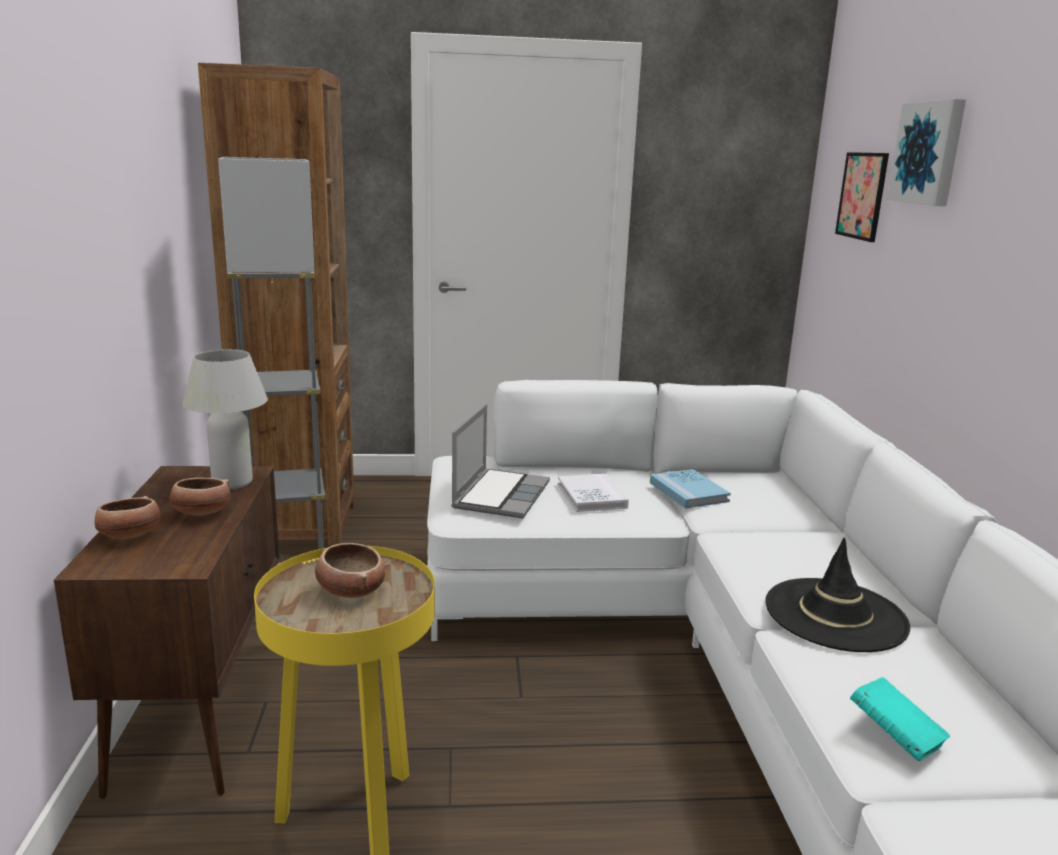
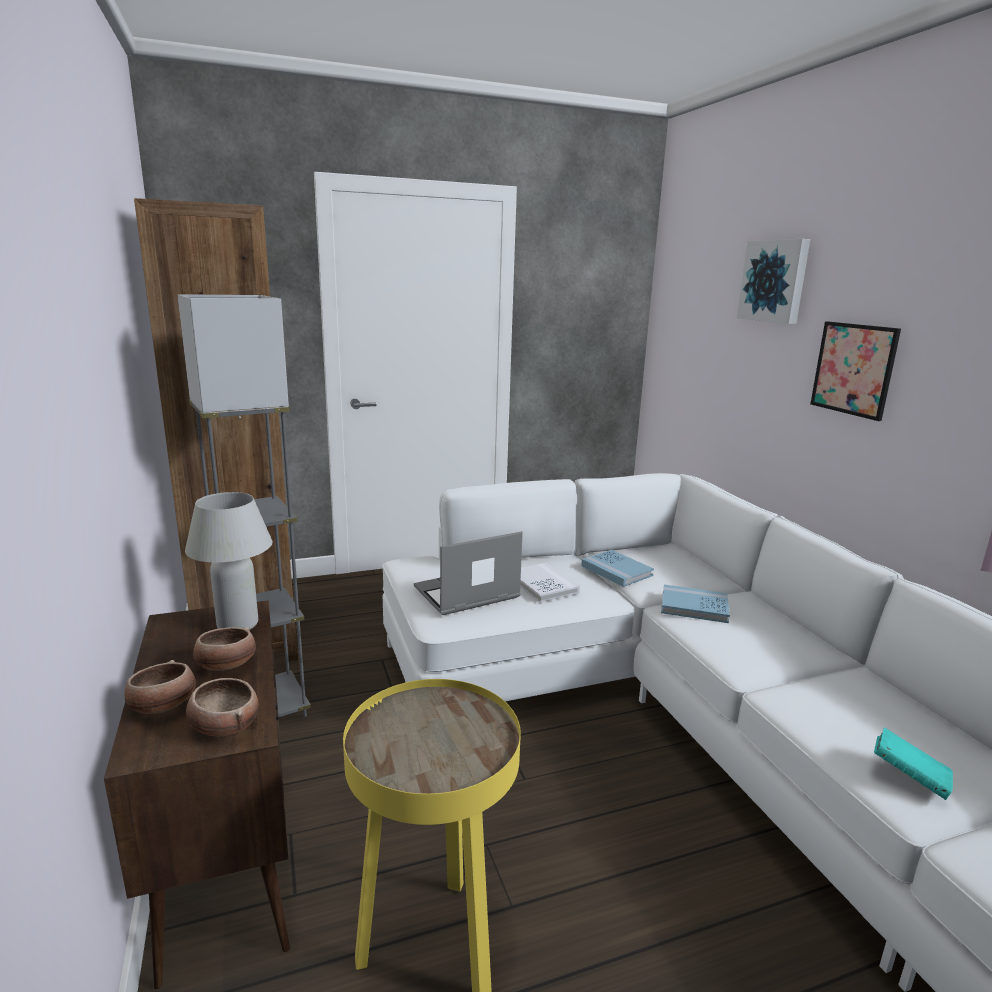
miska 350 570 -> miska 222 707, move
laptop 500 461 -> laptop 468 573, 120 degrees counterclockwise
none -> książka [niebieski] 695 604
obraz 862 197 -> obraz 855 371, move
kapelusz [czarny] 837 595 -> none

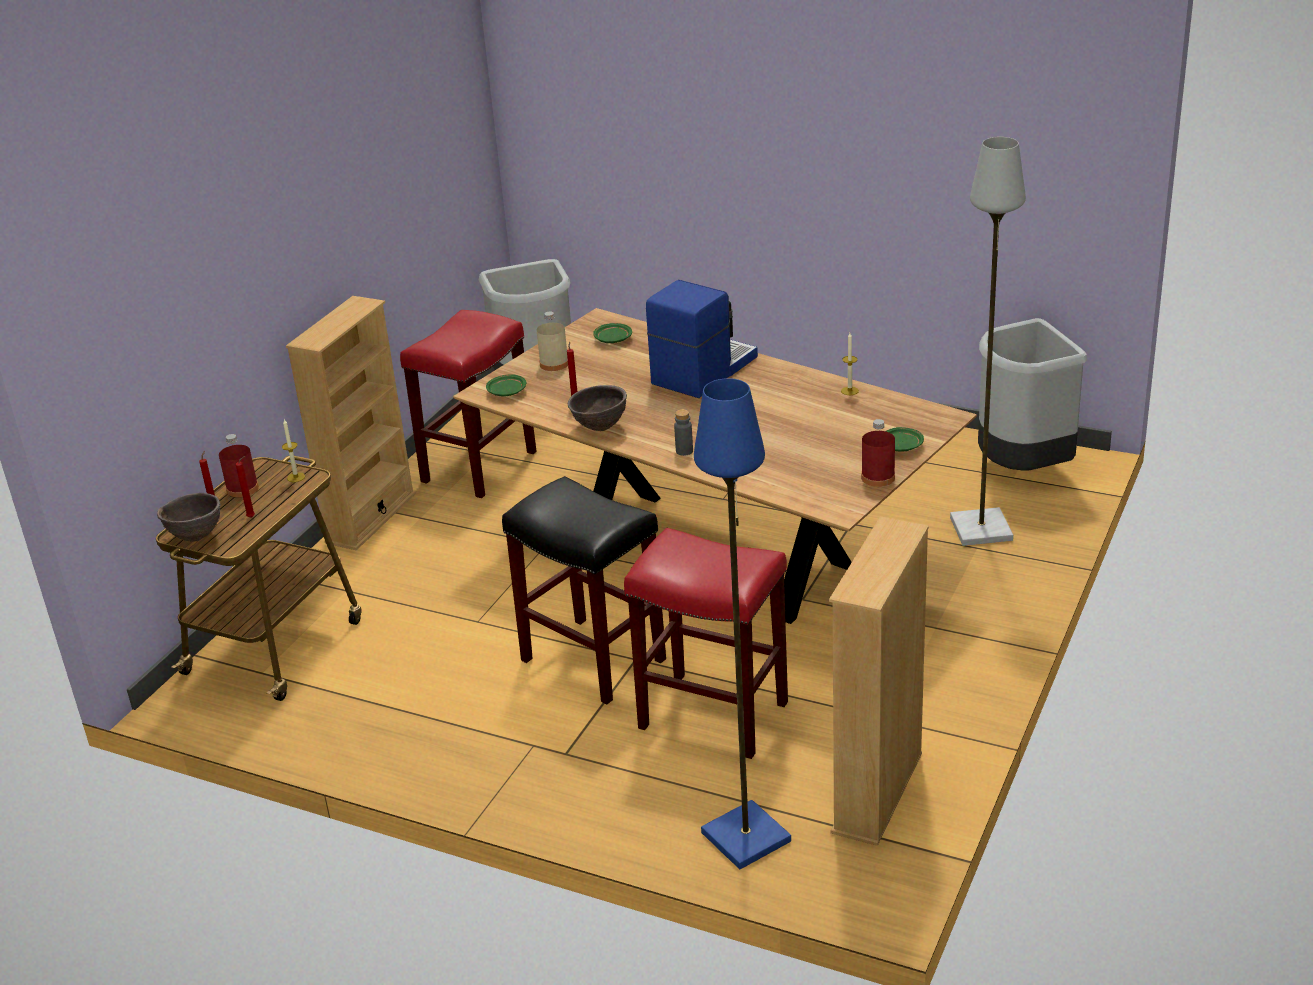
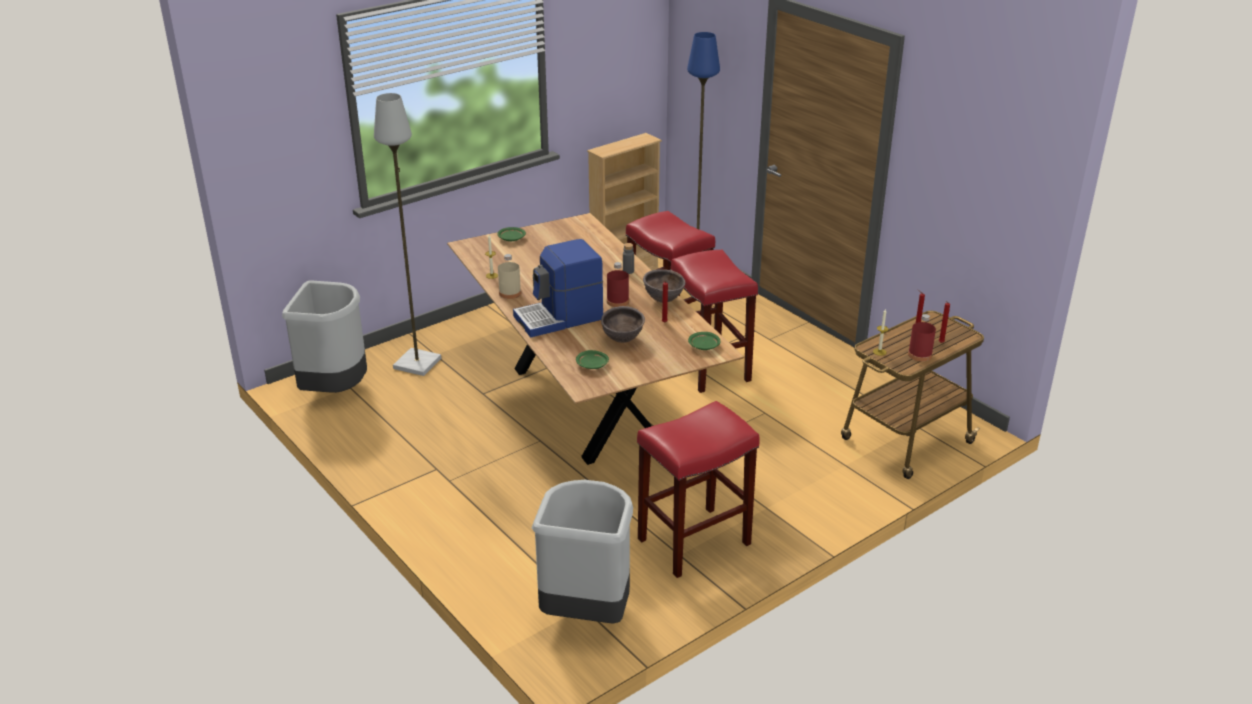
butelka [beżowy] 552 341 -> butelka [beżowy] 509 276, move
miska [brązowy] 188 517 -> miska [brązowy] 623 324, move
butelka [czerwony] 878 453 -> butelka [czerwony] 618 284, move
stołek [czarny] 584 590 -> stołek [czerwony] 714 321
regał [beżowy] 351 423 -> none

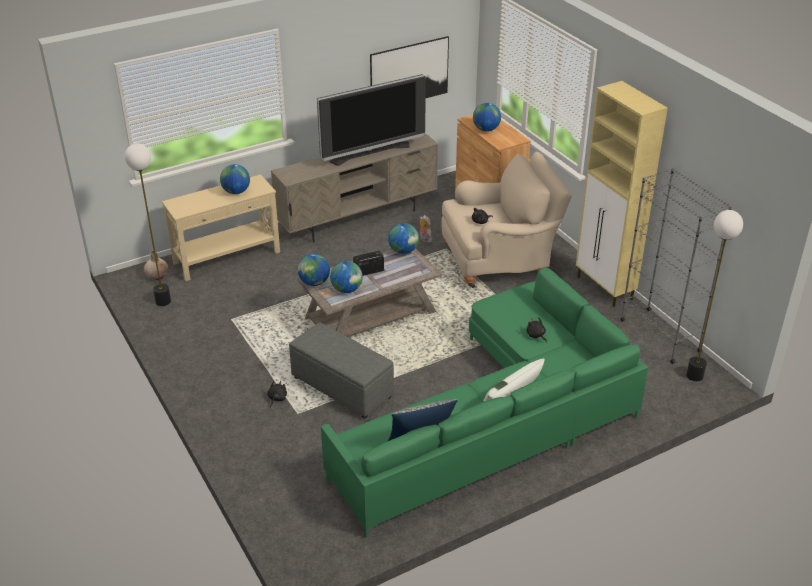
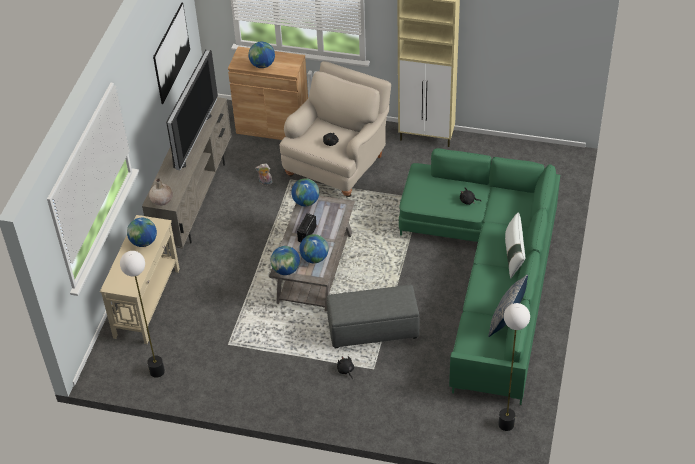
wazon [beżowy] 156 265 -> wazon [beżowy] 161 192, move
lampa stojąca 714 295 -> lampa stojąca 514 367, move
regał [szary] 676 266 -> none

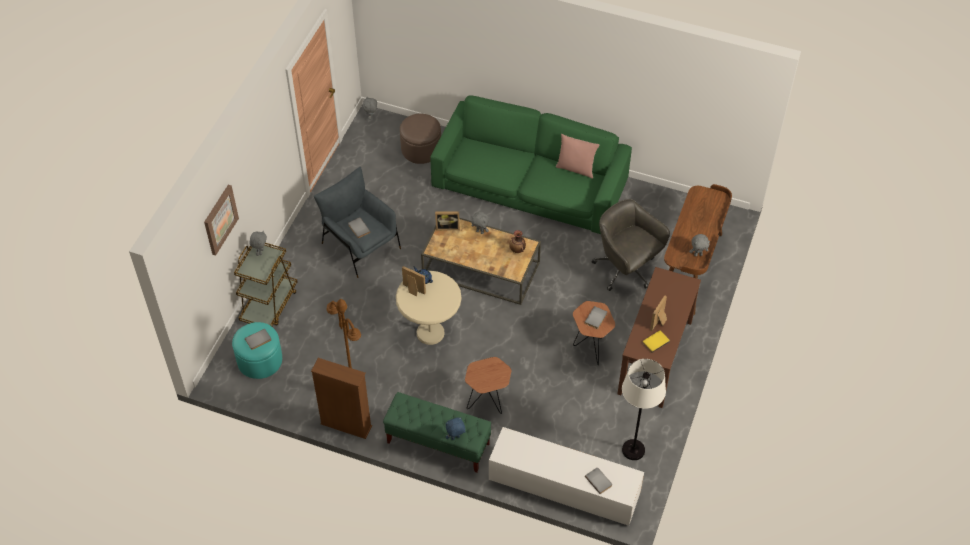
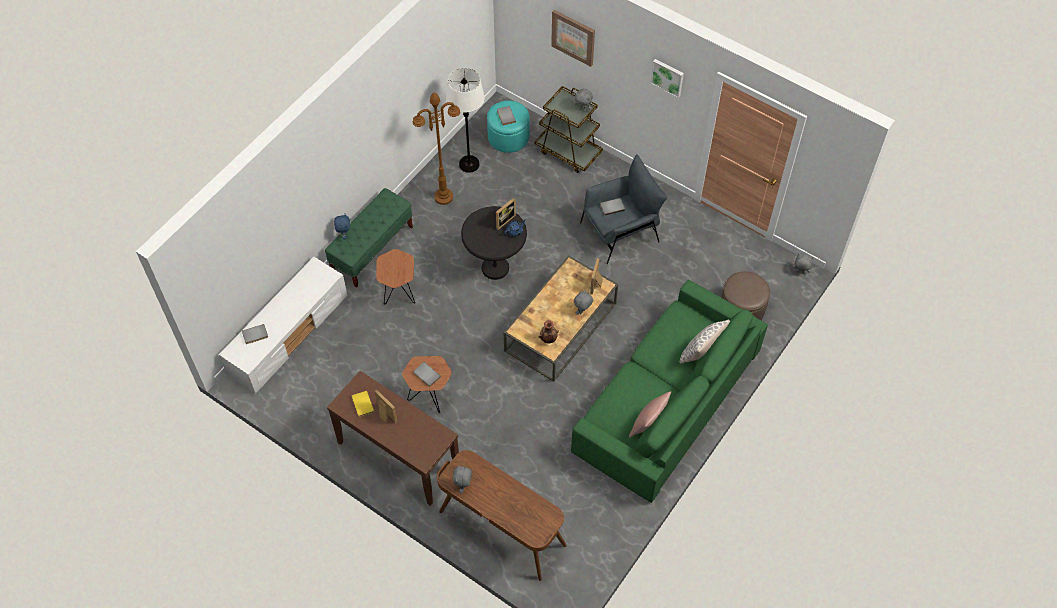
lampa stojąca [biały] 644 409 -> lampa stojąca [biały] 465 120, move
stolik [beżowy] 428 308 -> stolik [czarny] 494 243
none -> obraz 667 78
none -> poduszka 705 341
regał [brązowy] 341 398 -> none
krzesło biurowe [szary] 631 245 -> none

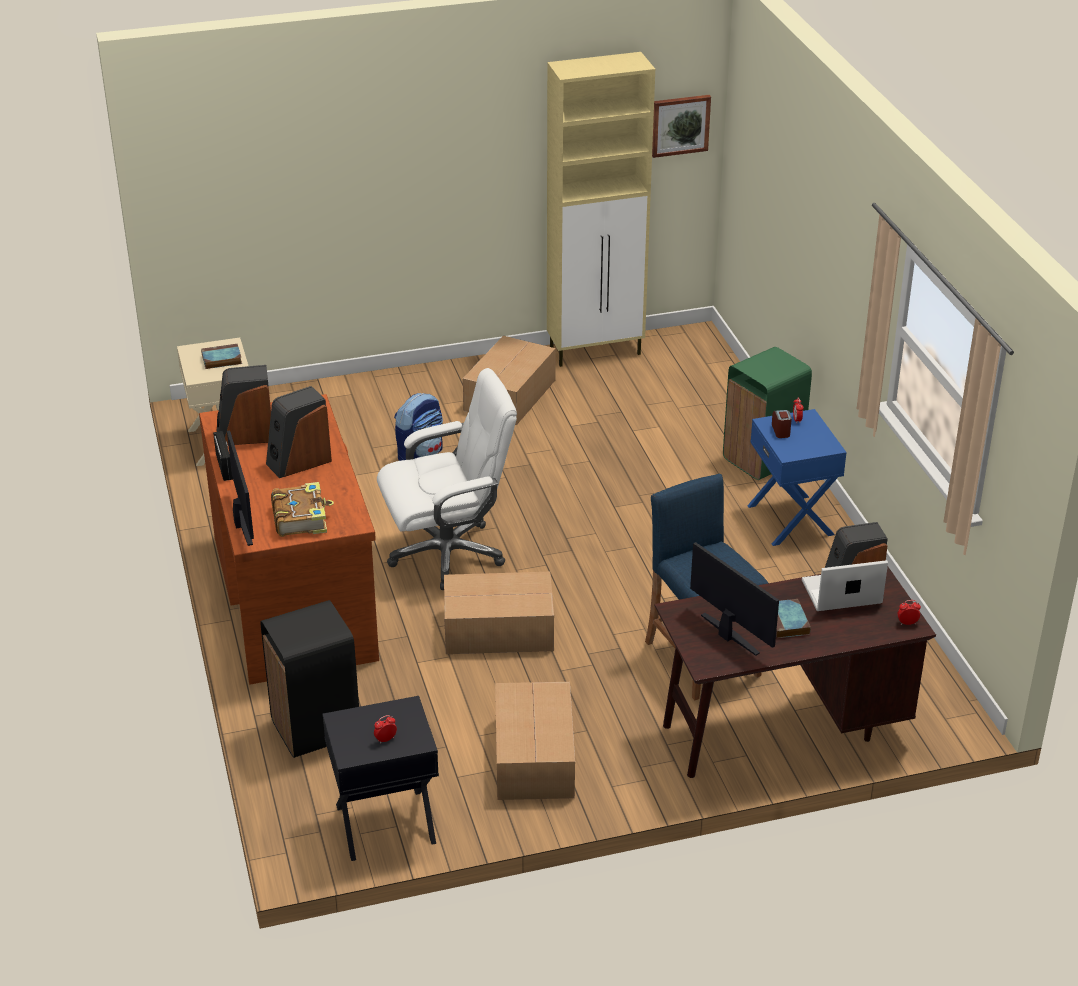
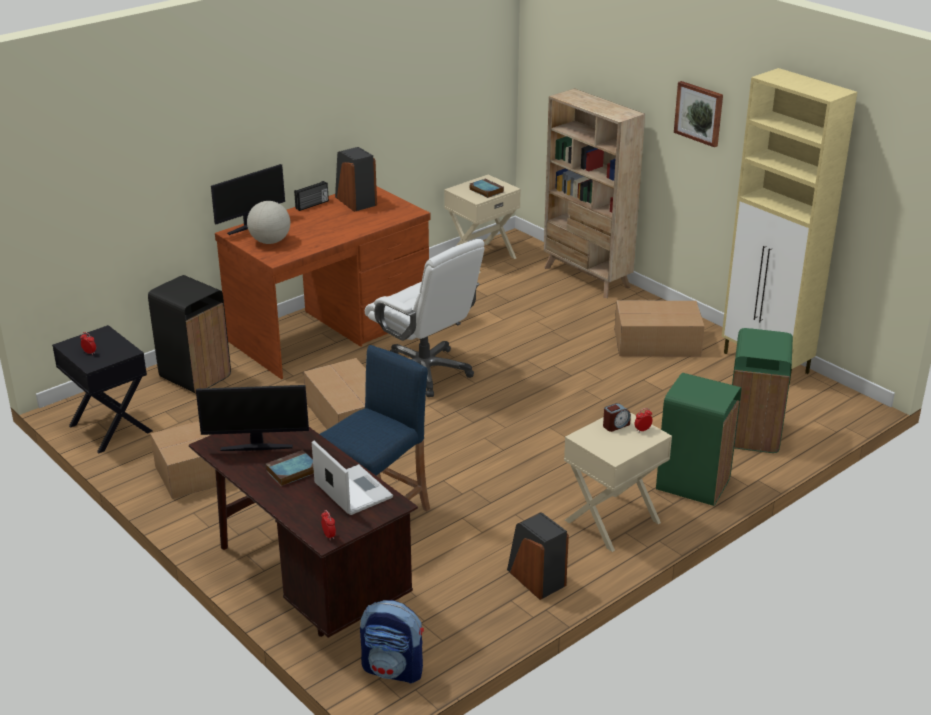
monitor 734 599 -> monitor 252 418, 60 degrees clockwise
książka 302 509 -> globus 268 222
plecak 418 427 -> plecak 392 641, move
none -> regał [beżowy] 594 193
szafka nocna [niebieski] 797 477 -> szafka nocna [beżowy] 618 482
obraz 681 126 -> obraz 698 114, move
none -> kosz na śmieci [zielony] 762 390
głośnik 299 432 -> none

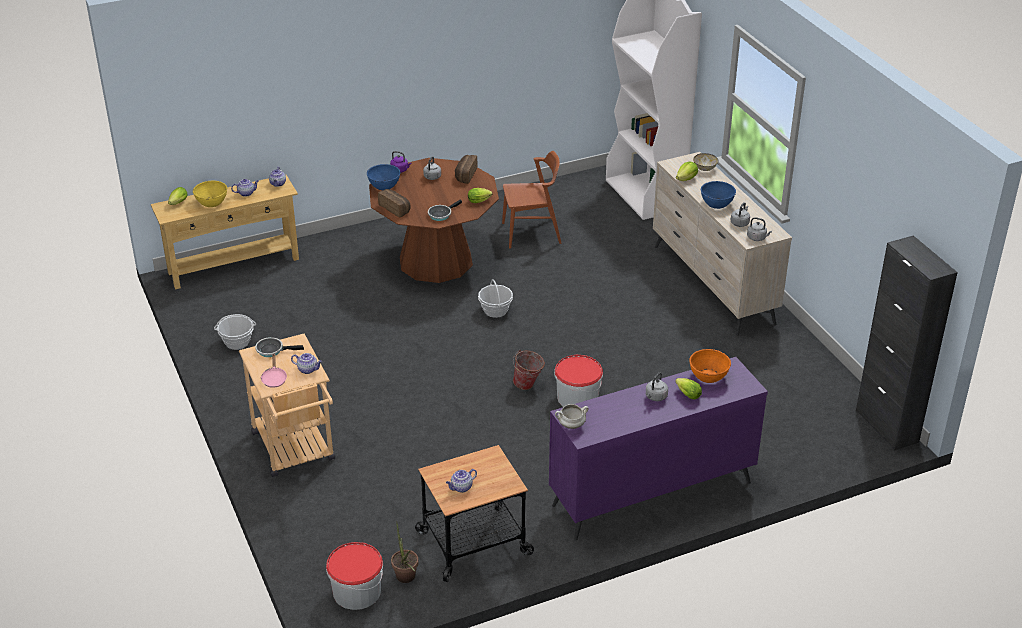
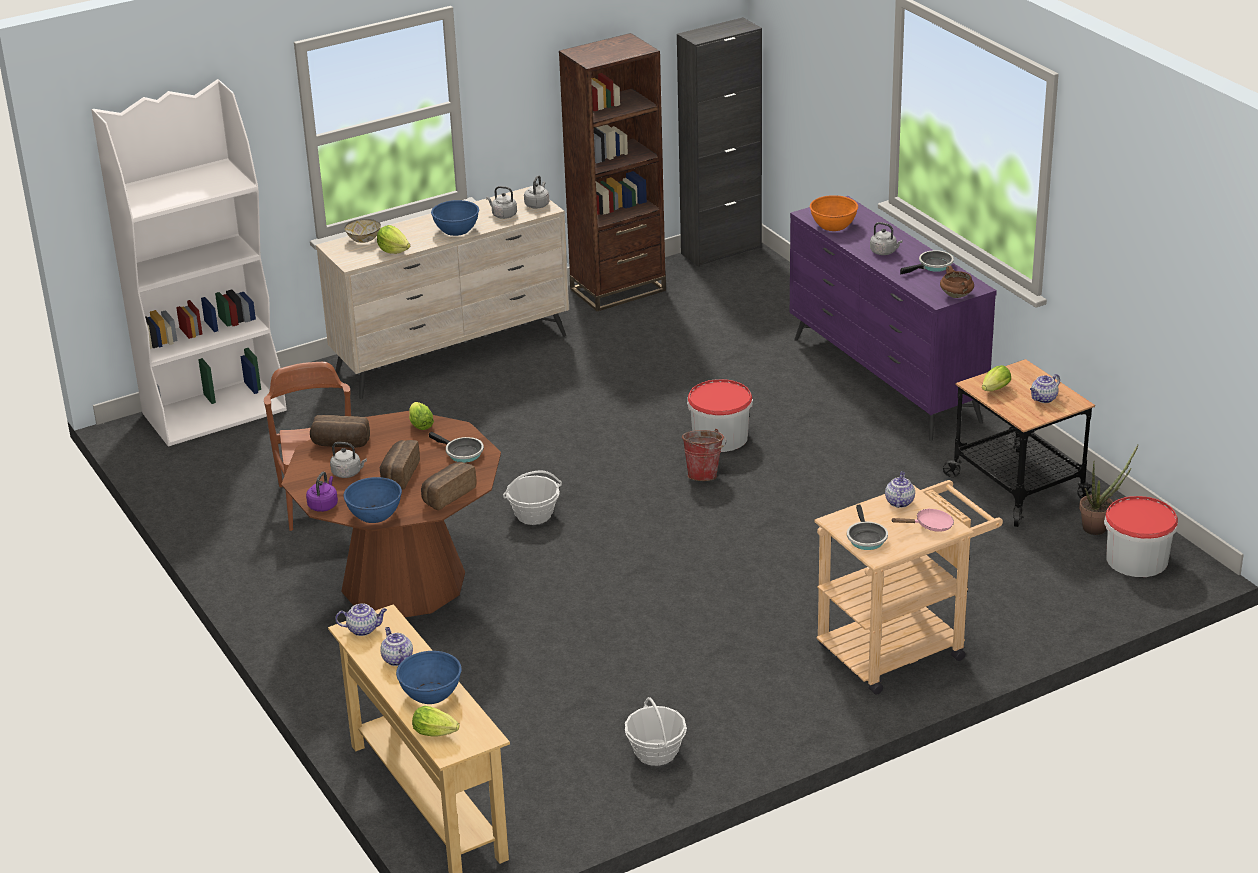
none -> chleb 400 464
miska [żółty] 210 194 -> miska [niebieski] 428 677
none -> regał [brązowy] 612 172
none -> patelnia 927 262
garnek [biały] 572 416 -> garnek [brązowy] 957 282
sałata 688 388 -> sałata 996 378, move
imbryk 461 481 -> imbryk 1045 388, 90 degrees clockwise

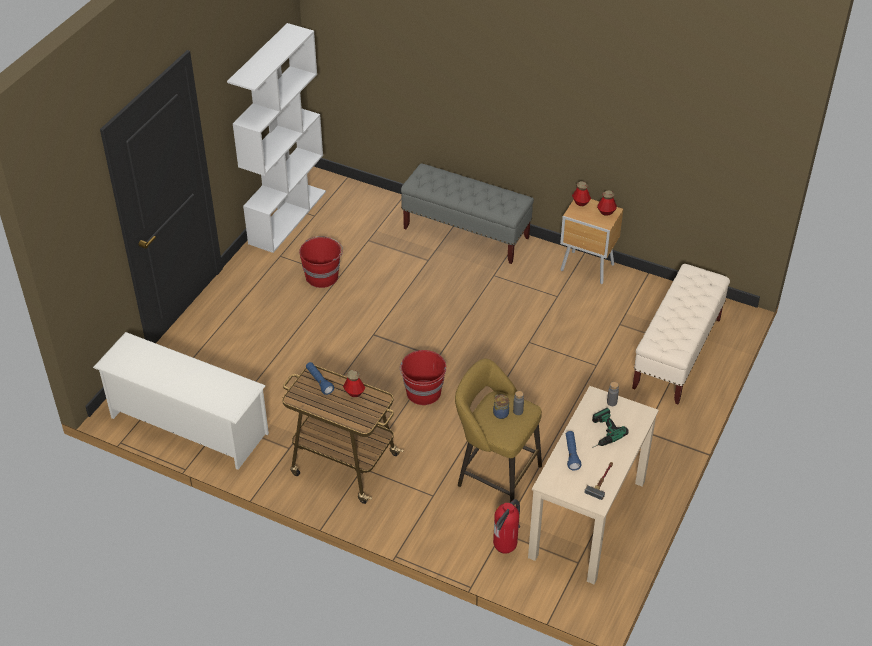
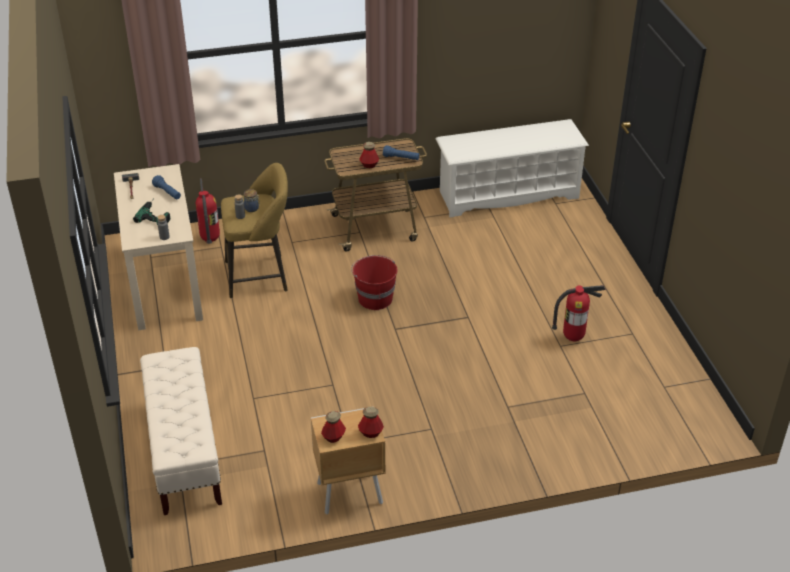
wiadro [czerwony] 321 262 -> gaśnica 579 313
regał [biały] 276 138 -> none
ławka [szary] 467 213 -> none

